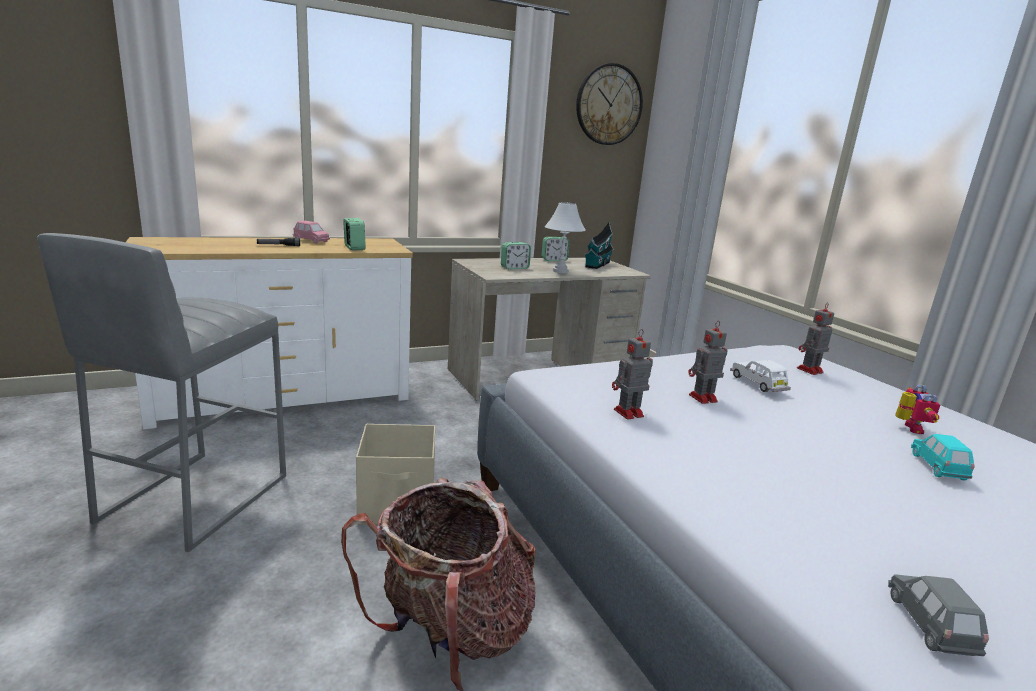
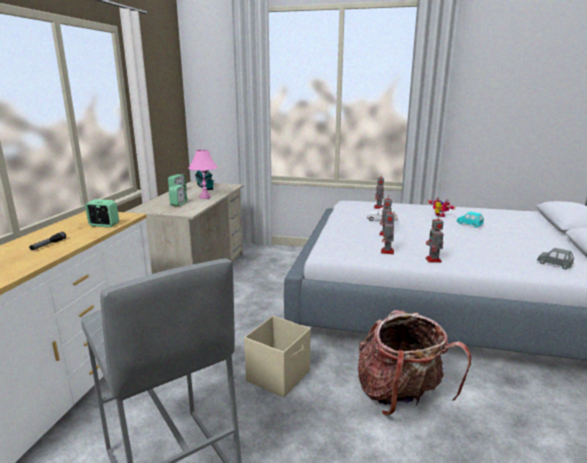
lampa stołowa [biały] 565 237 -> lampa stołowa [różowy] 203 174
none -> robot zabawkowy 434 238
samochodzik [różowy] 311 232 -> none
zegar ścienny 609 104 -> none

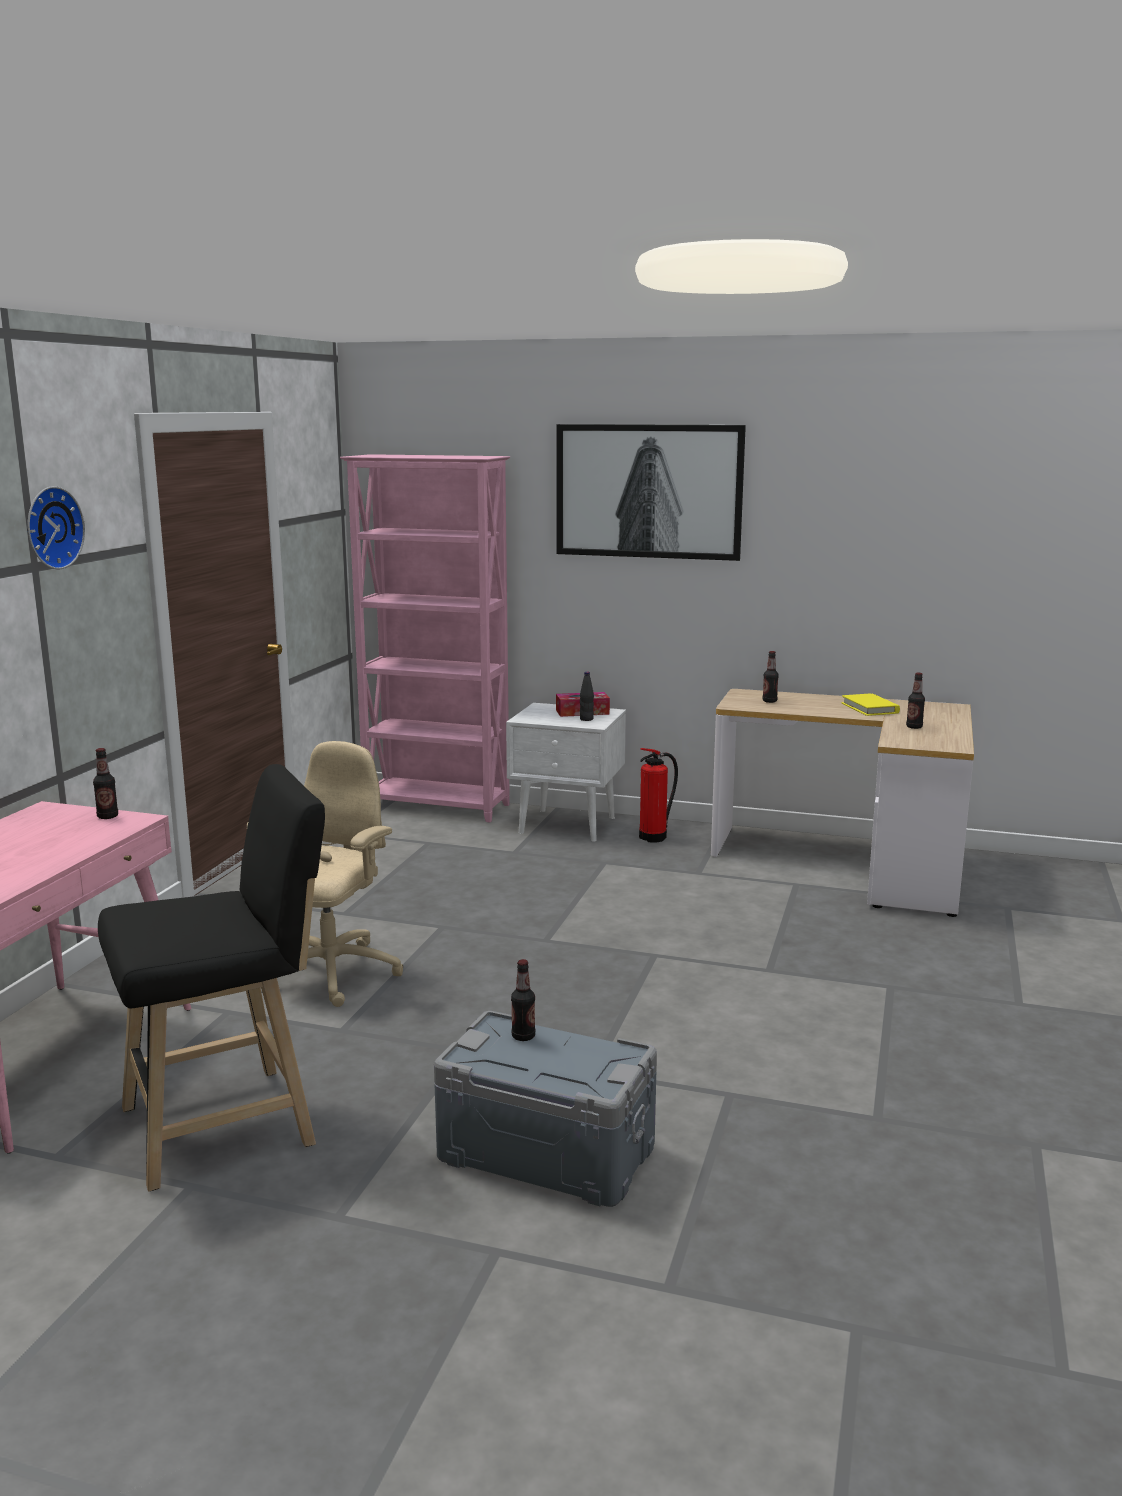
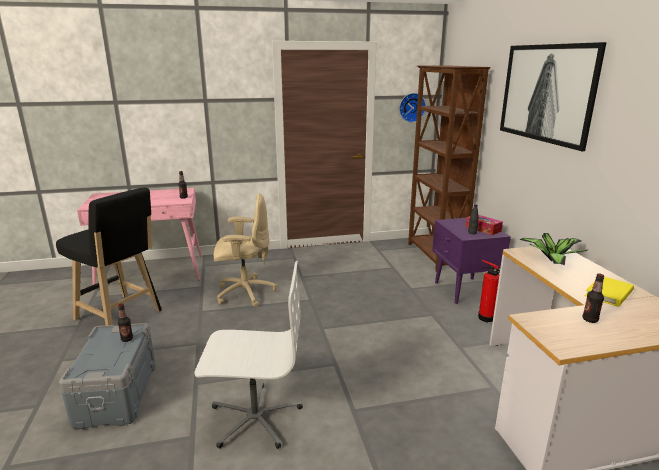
none -> krzesło biurowe [biały] 248 355
zegar ścienny 56 527 -> zegar ścienny 412 107, move
regał [różowy] 425 638 -> regał [brązowy] 449 168
szafka nocna [biały] 566 772 -> szafka nocna [fioletowy] 471 261
butelka 770 677 -> roślina doniczkowa 554 249

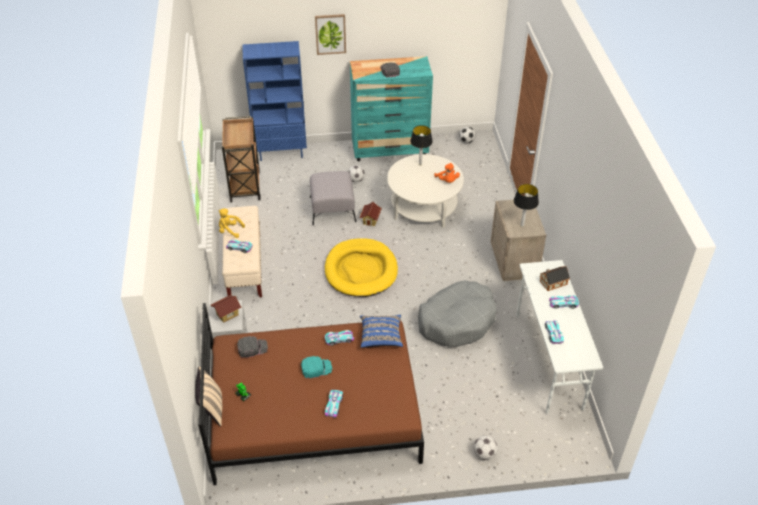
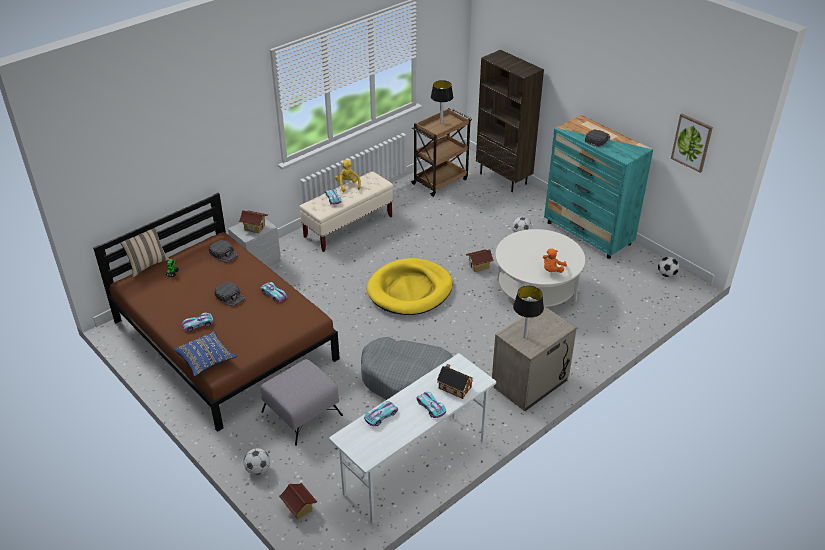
poduszka [niebieski] 381 331 -> poduszka [niebieski] 205 354, move
czapka z daszkiem [turkusowy] 317 367 -> czapka z daszkiem [czarny] 229 294
pufa [szary] 333 198 -> pufa [szary] 301 402, move
none -> domek 298 501
lampa stołowa 421 145 -> lampa stołowa 442 102, move
regał [niebieski] 275 101 -> regał [brązowy] 510 121
obraz 330 34 -> obraz 692 143, move

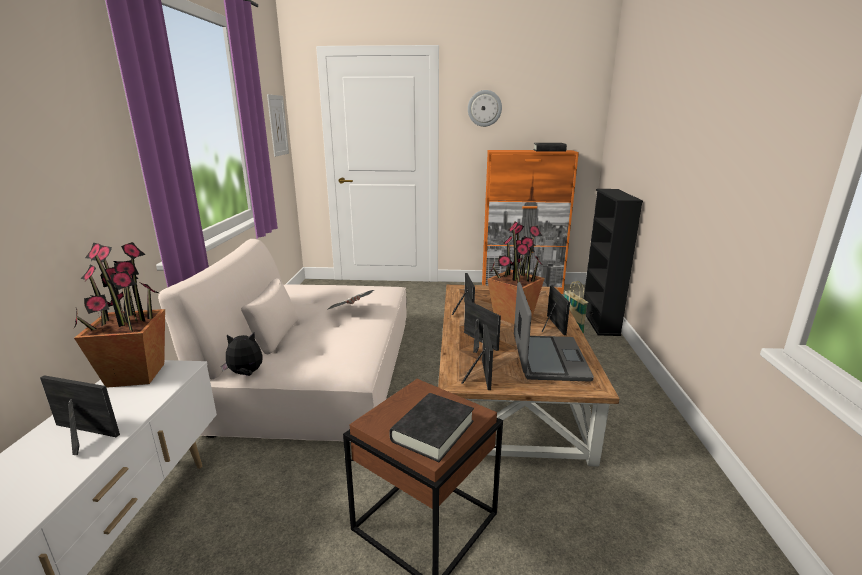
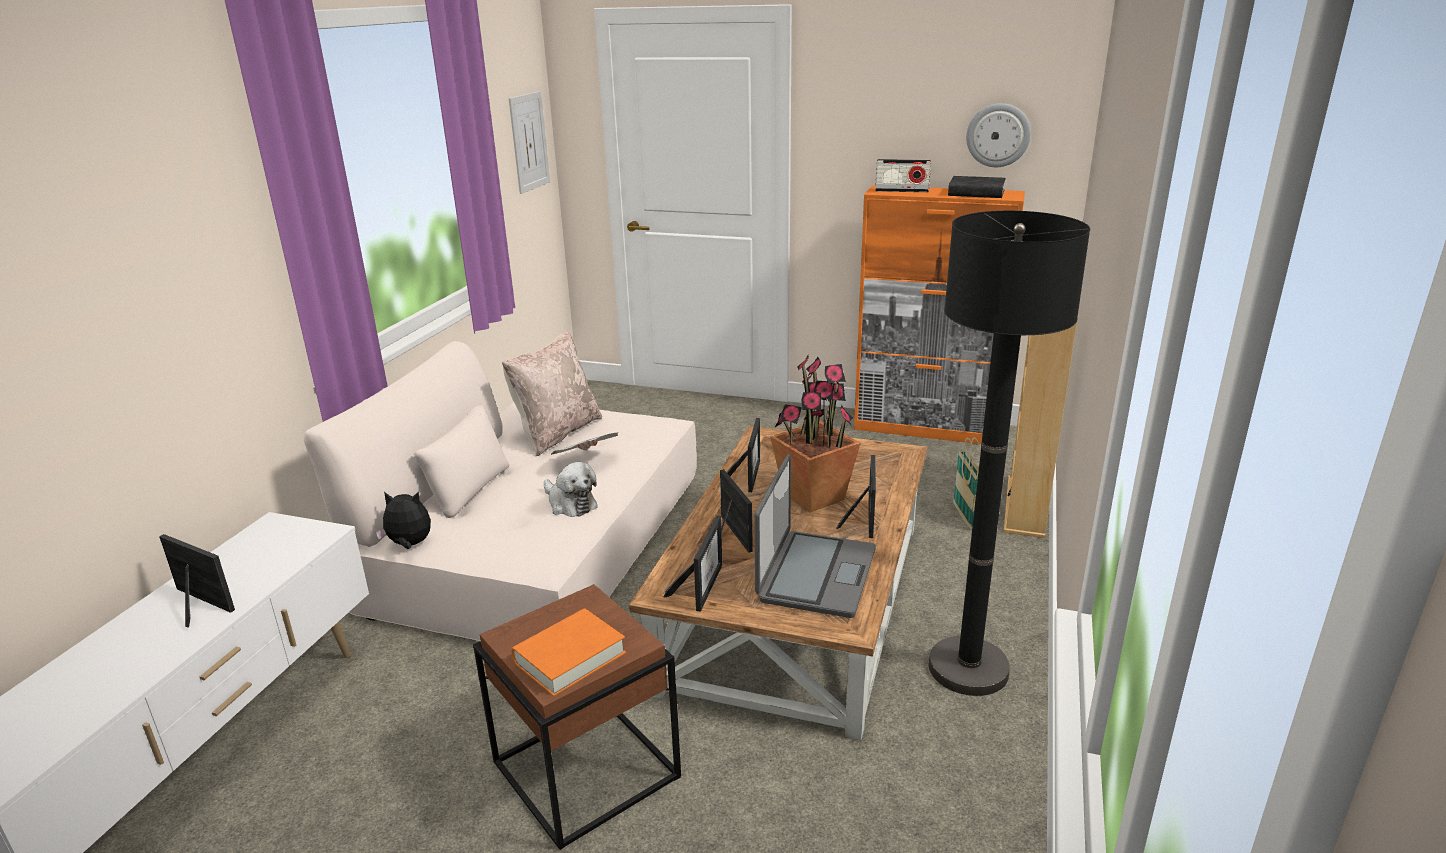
none -> poduszka [beżowy] 552 394
książka [czarny] 431 427 -> książka [pomarańczowy] 568 652
none -> pluszak 571 489
none -> radio 903 175
none -> lampa stojąca [czarny] 1009 453
zegar ścienny 485 108 -> zegar ścienny 998 135, move
regał [czarny] 613 262 -> regał [beżowy] 1041 427
roślina doniczkowa 119 315 -> none

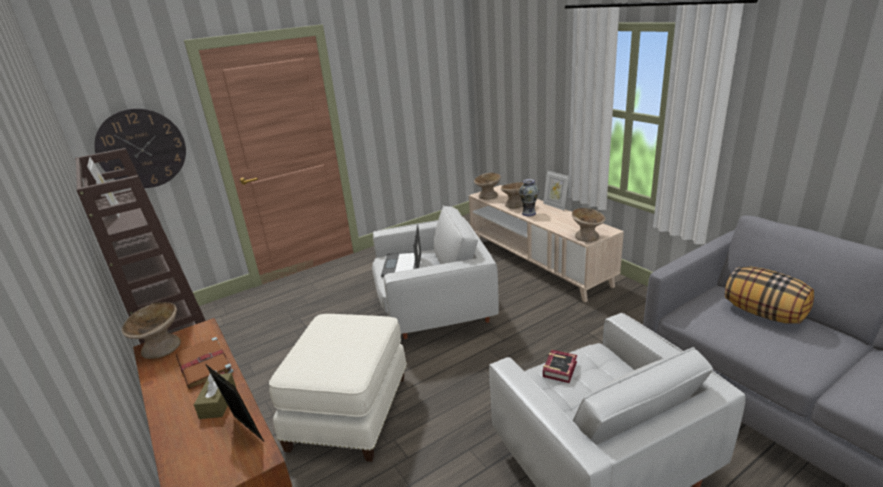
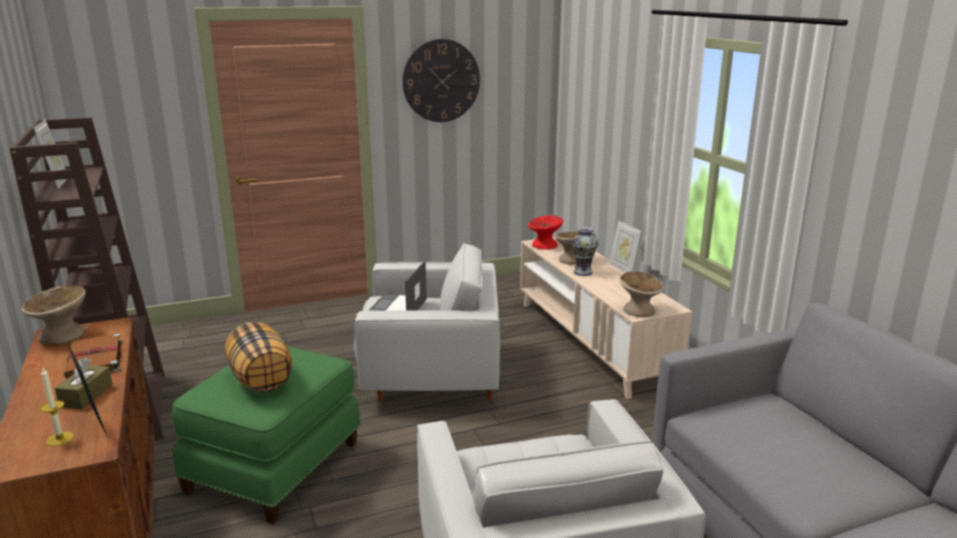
none -> świeca 57 407
pufa [biały] 338 388 -> pufa [zielony] 266 435
poduszka 769 295 -> poduszka 258 357, move
zegar ścienny 140 148 -> zegar ścienny 441 80, move
miska [beżowy] 487 186 -> miska [czerwony] 545 232
książka 560 366 -> none

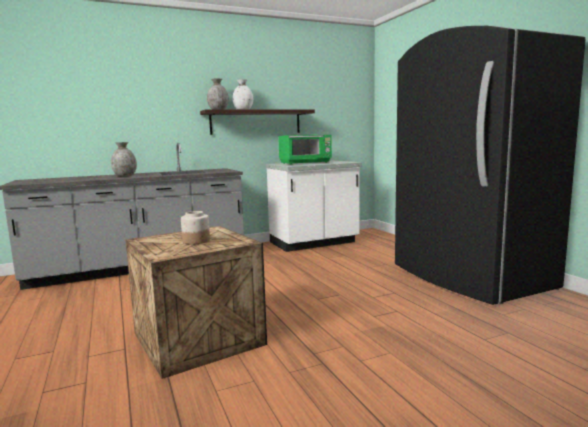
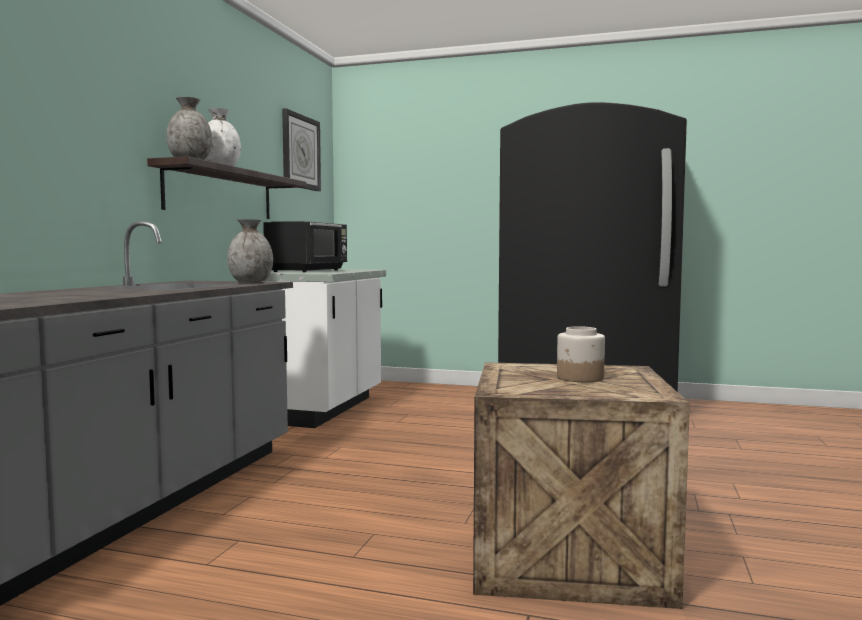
wazon [szary] 124 159 -> wazon [szary] 250 251, move
mikrofalówka [zielony] 305 150 -> mikrofalówka [czarny] 305 246
none -> zegar ścienny 301 149

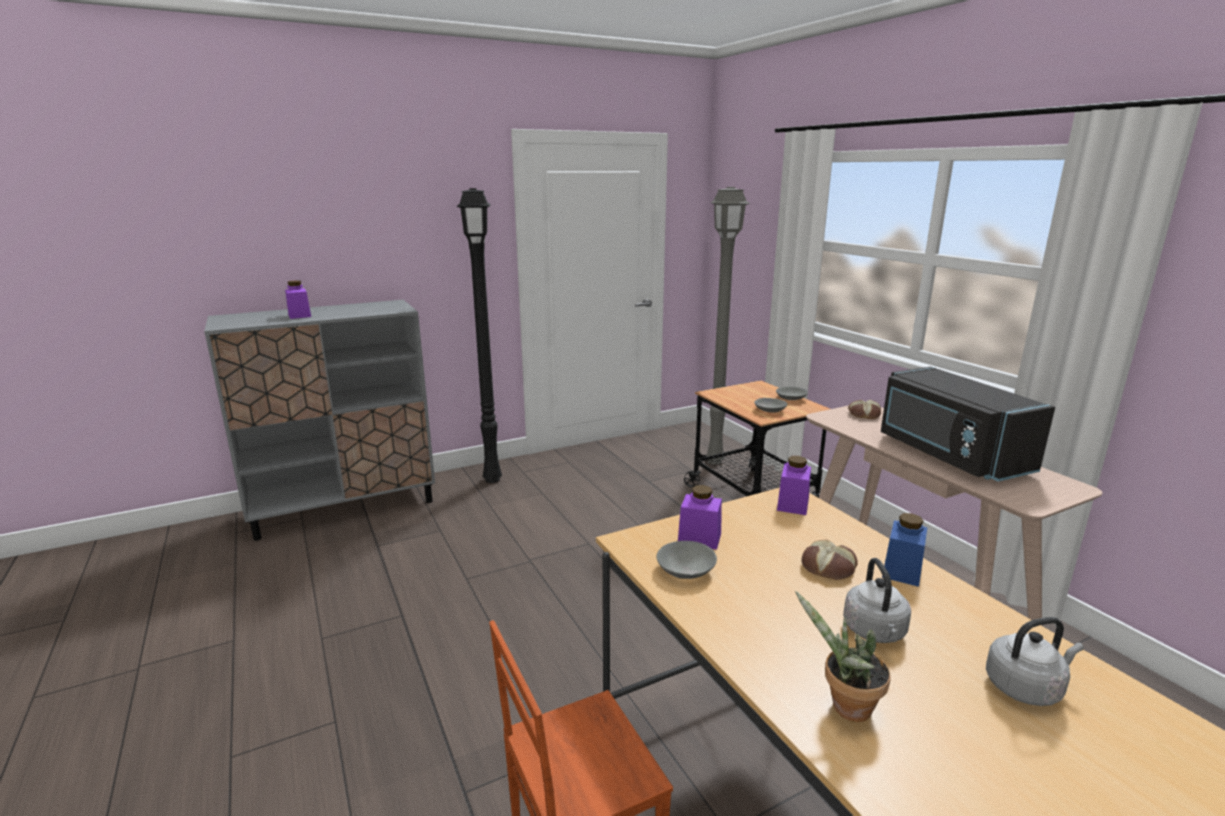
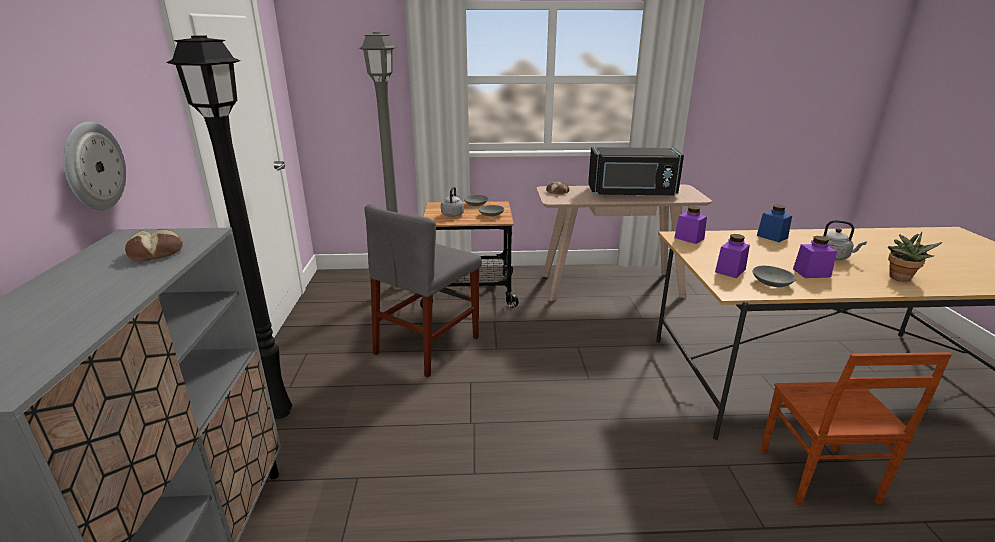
none -> zegar ścienny 94 166
chleb 830 560 -> chleb 154 245, move
none -> krzesło [szary] 423 290
czajnik [szary] 1035 661 -> czajnik [szary] 452 202, move
słoik [fioletowy] 298 299 -> słoik [fioletowy] 815 257, move

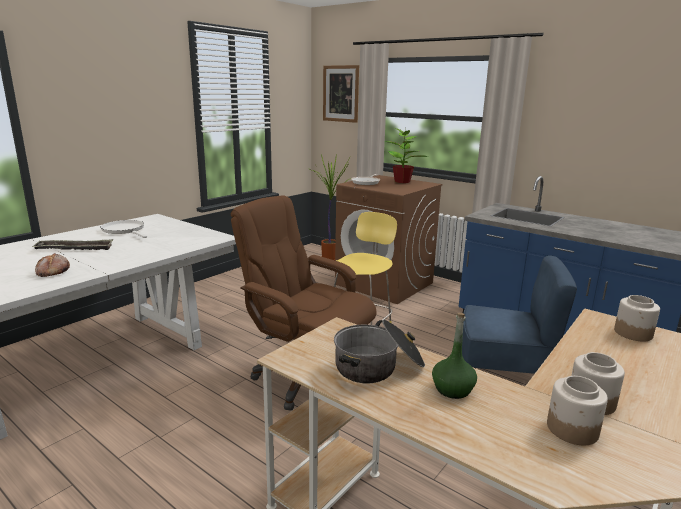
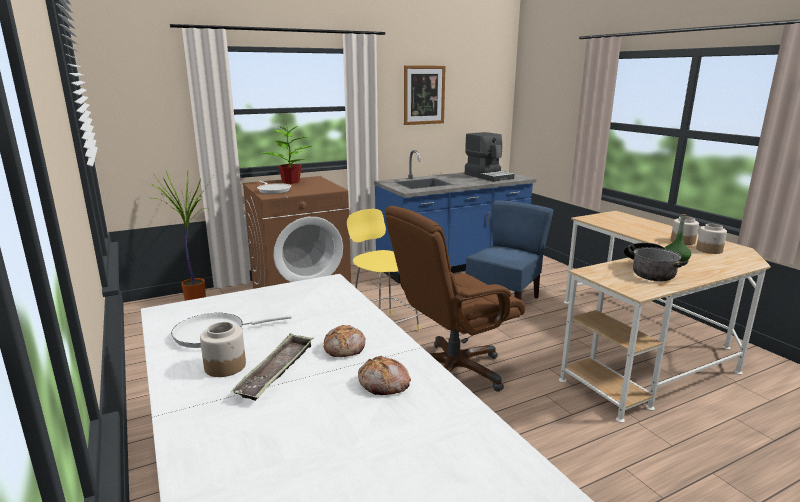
słoik 637 318 -> słoik 223 349, move
none -> chleb 345 341
obraz 341 94 -> obraz 425 95, move
none -> ekspres do kawy 489 157

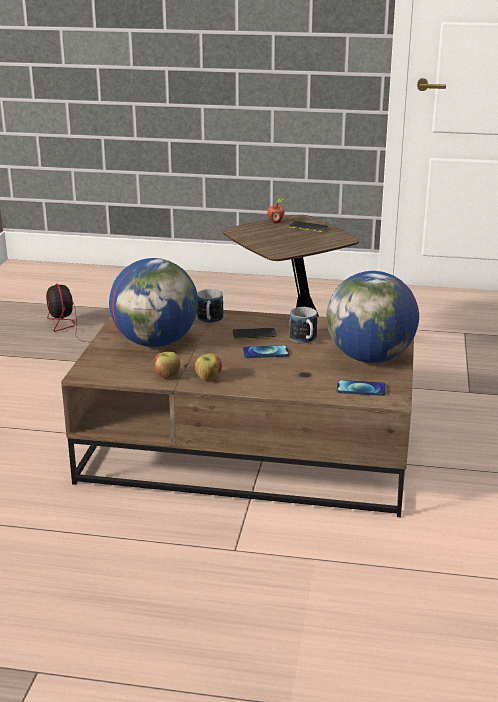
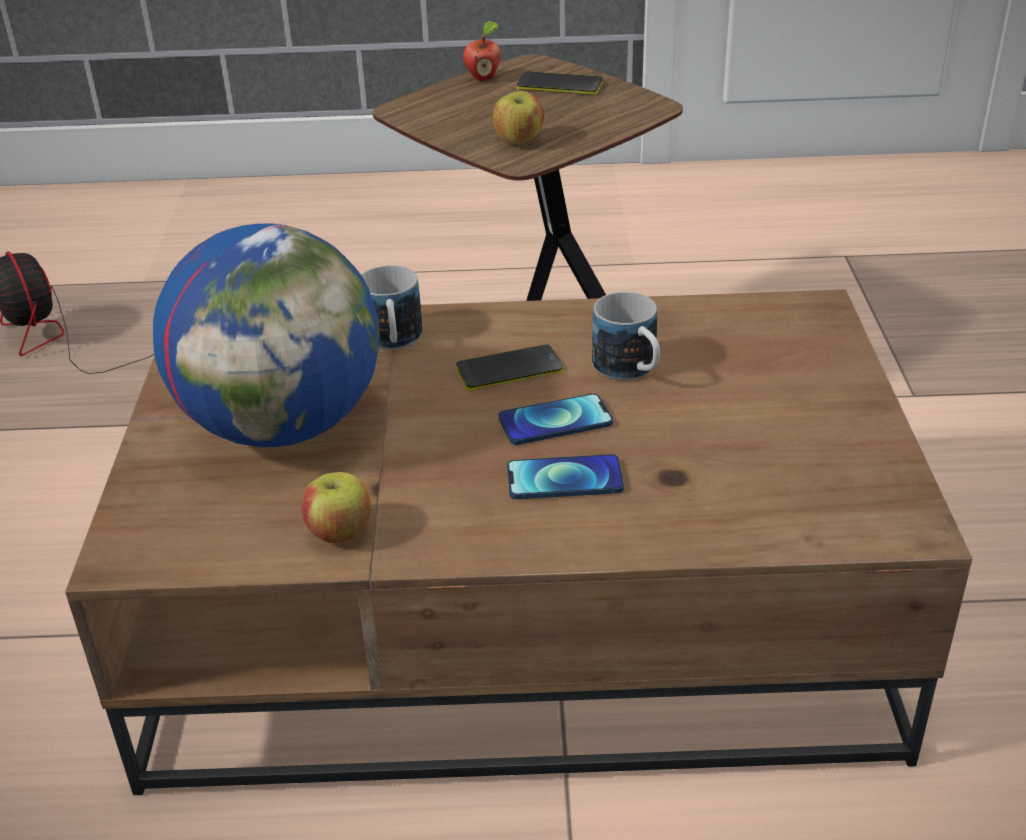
jabłko 208 367 -> jabłko 518 117, move
telefon 361 388 -> telefon 565 476, move
globus 373 317 -> none

